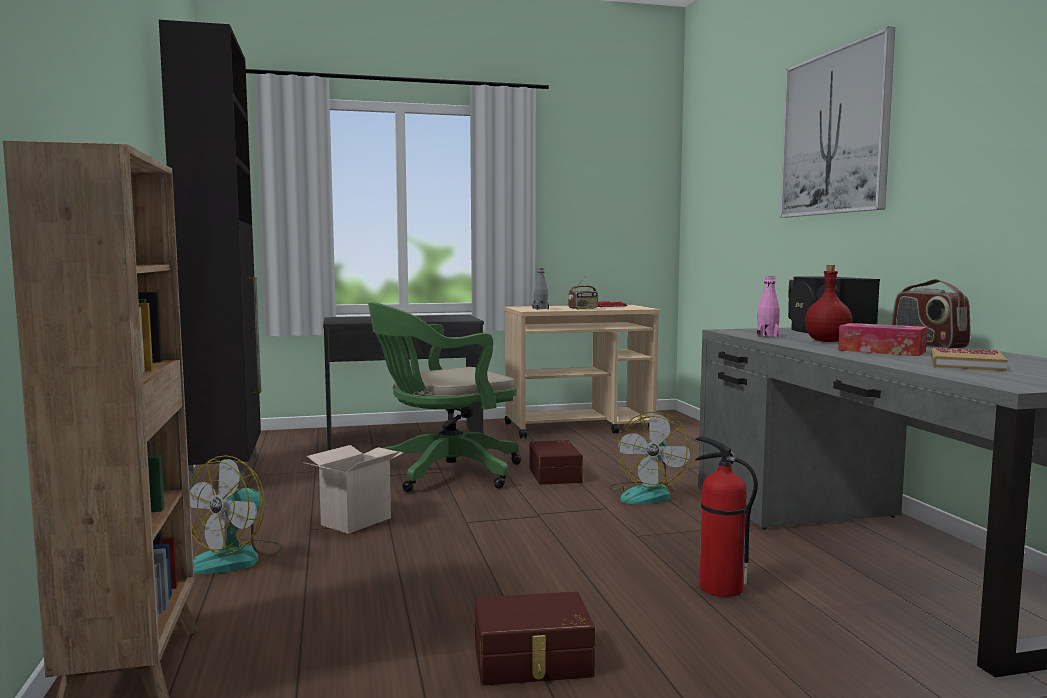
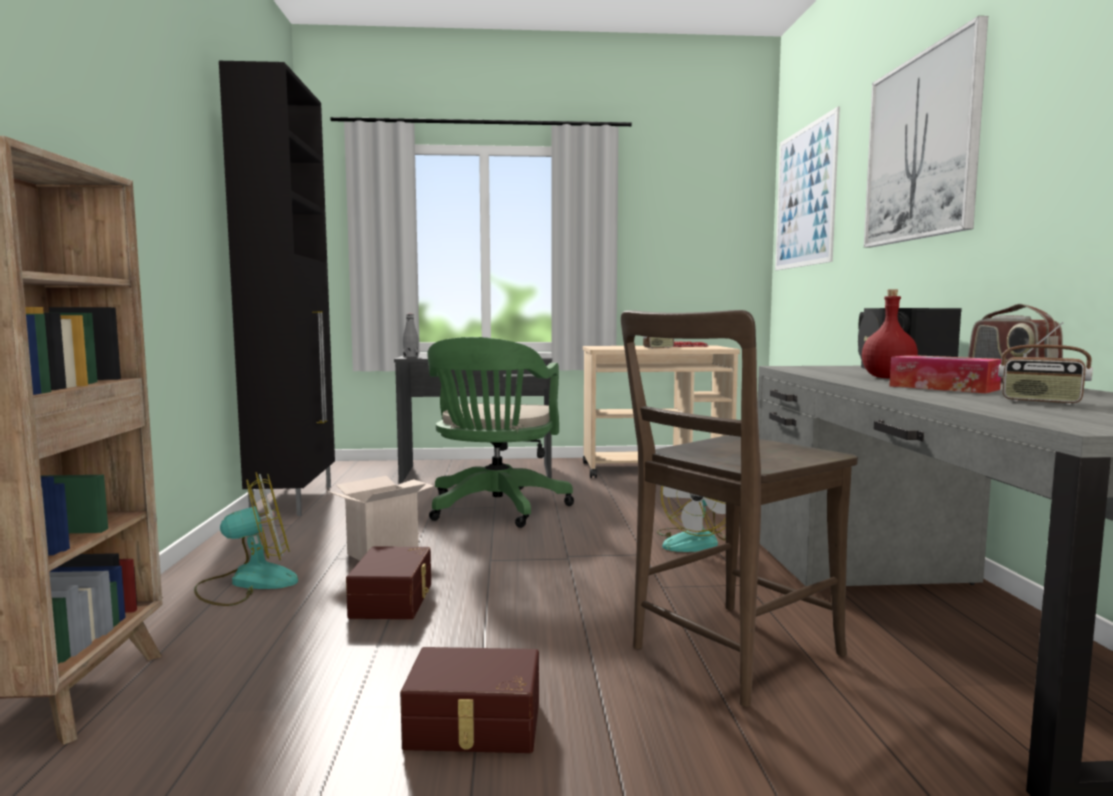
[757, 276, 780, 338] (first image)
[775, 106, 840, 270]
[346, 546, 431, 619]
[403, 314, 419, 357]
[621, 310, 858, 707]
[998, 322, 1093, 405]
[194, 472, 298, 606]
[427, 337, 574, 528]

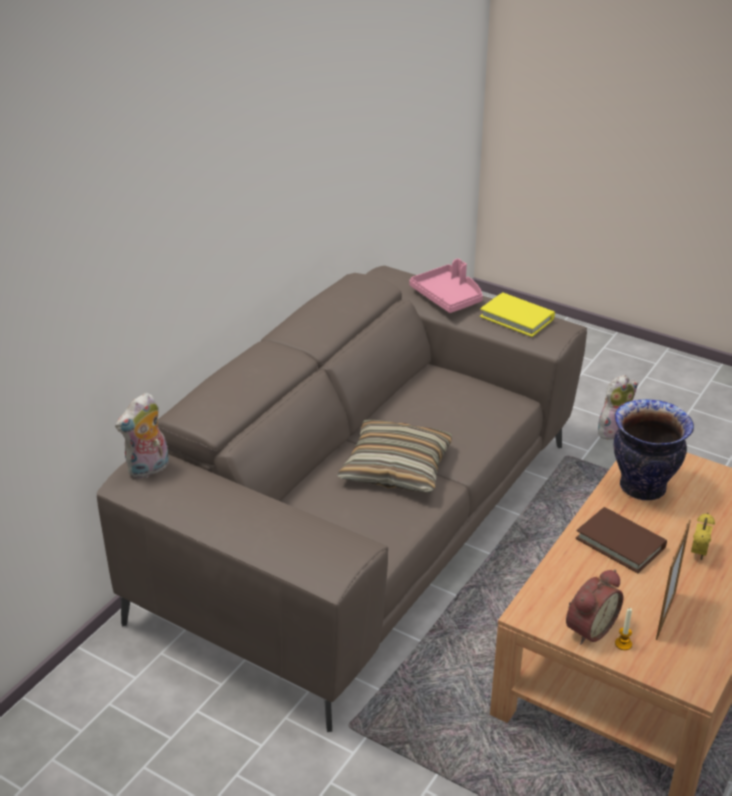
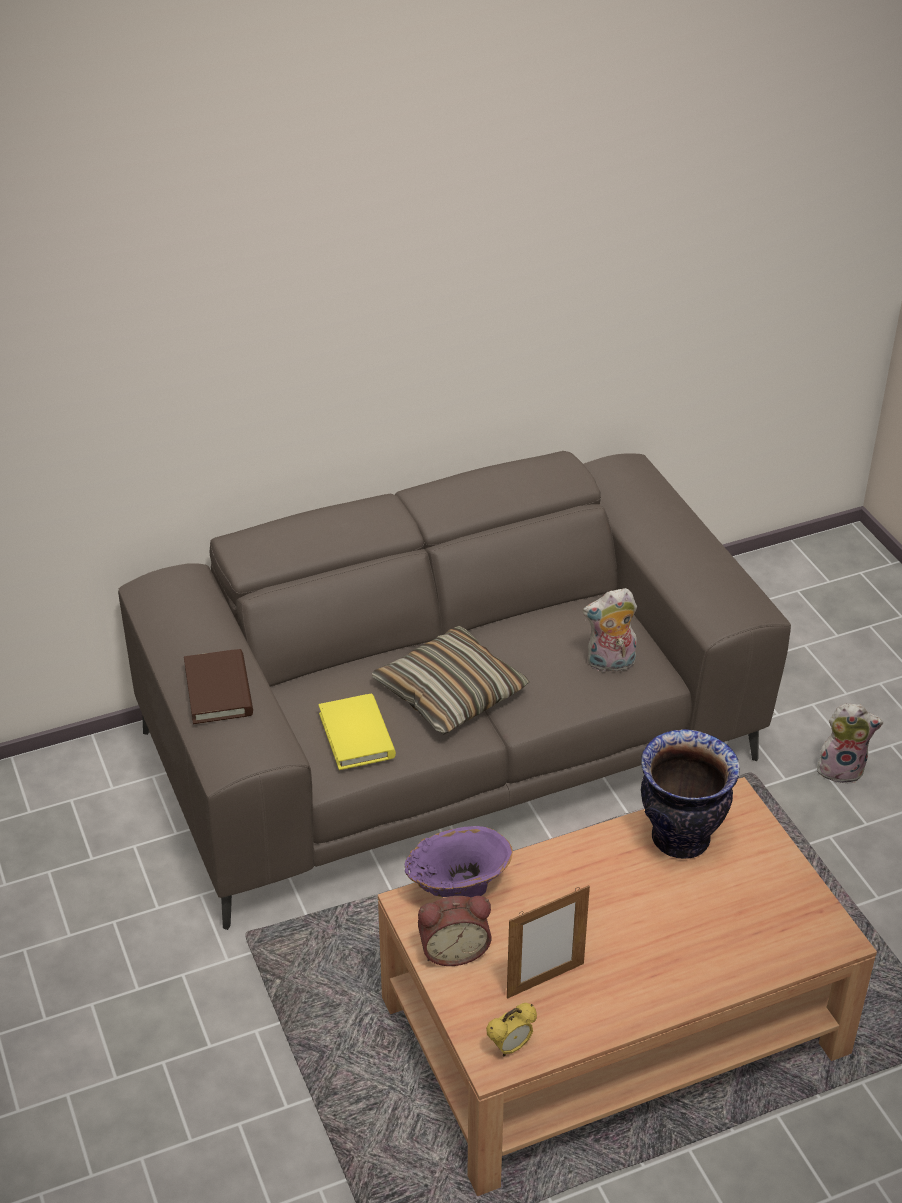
[409, 259, 483, 313] (first image)
[615, 608, 632, 650] (first image)
[405, 826, 513, 898]
[583, 588, 637, 672]
[318, 694, 396, 770]
[184, 649, 253, 724]
[486, 1003, 537, 1057]

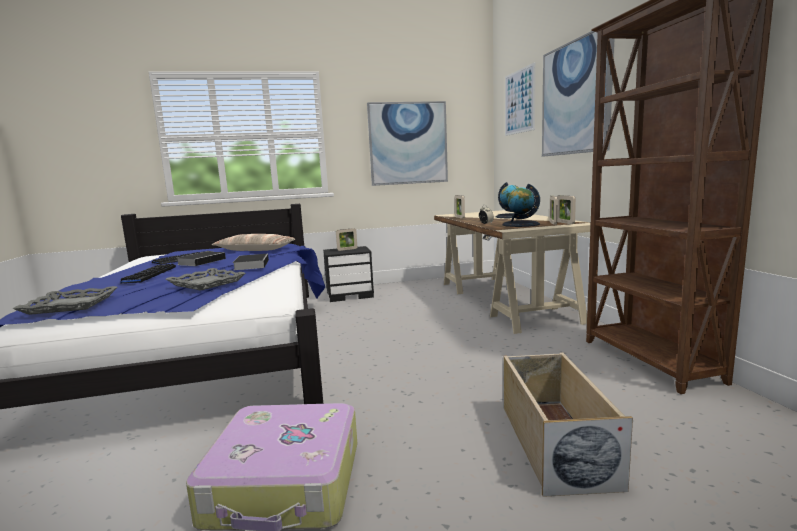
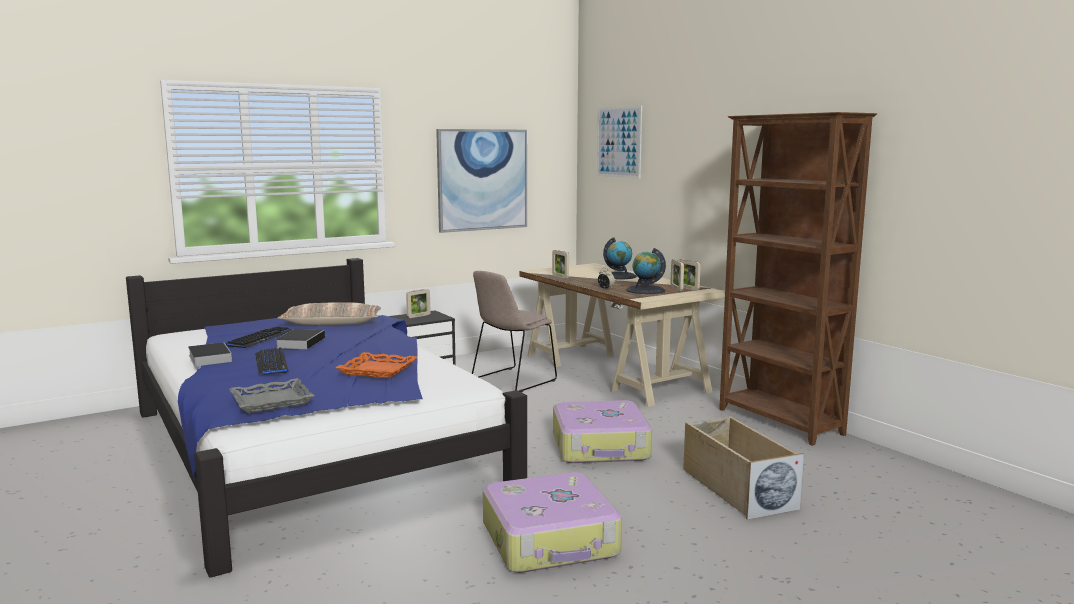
[542, 31, 614, 157] (first image)
[472, 271, 557, 392]
[553, 400, 652, 463]
[188, 342, 232, 366]
[336, 352, 418, 378]

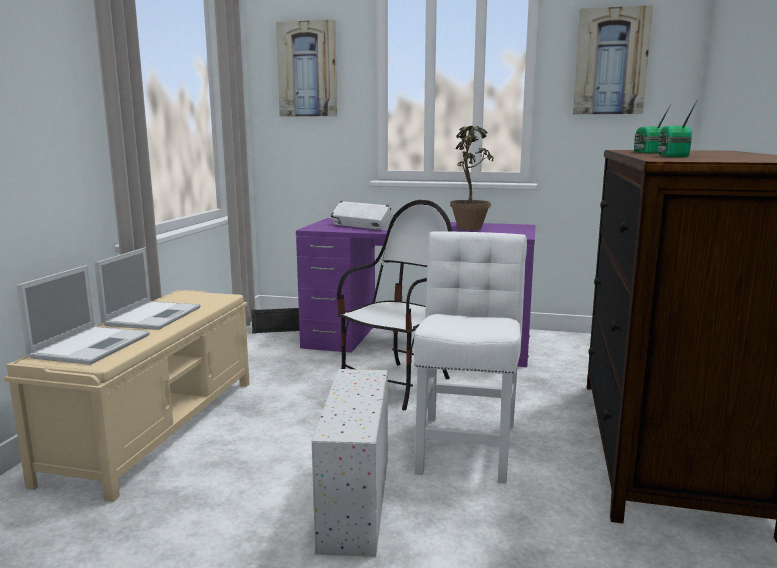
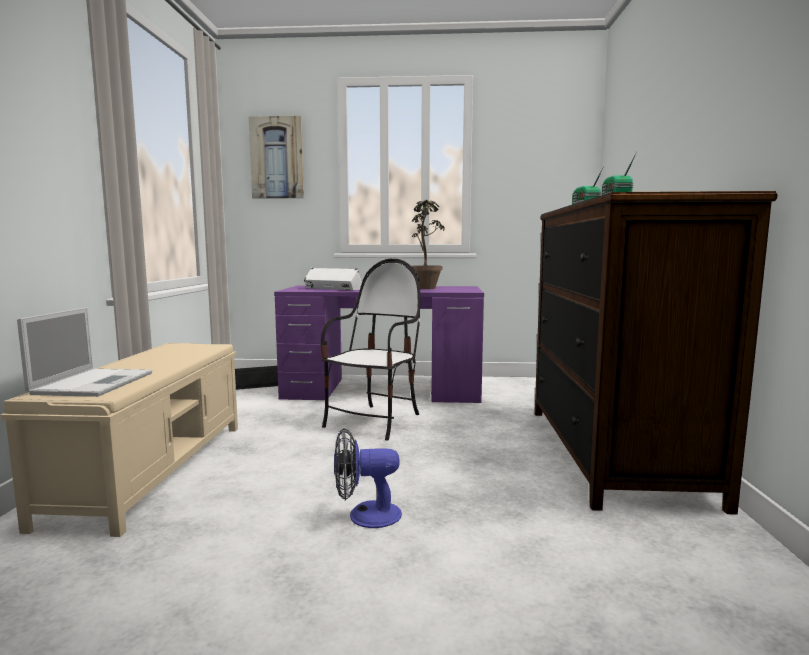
[94, 248, 201, 330] (first image)
[414, 232, 527, 484] (first image)
[573, 5, 653, 114] (first image)
[334, 428, 402, 528]

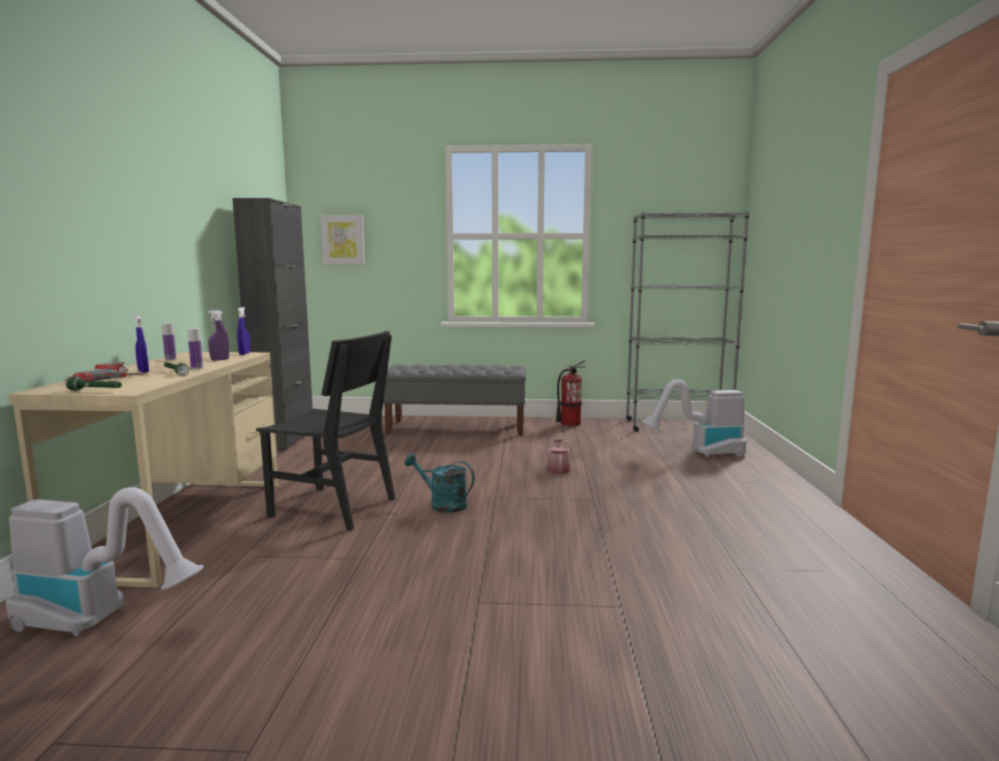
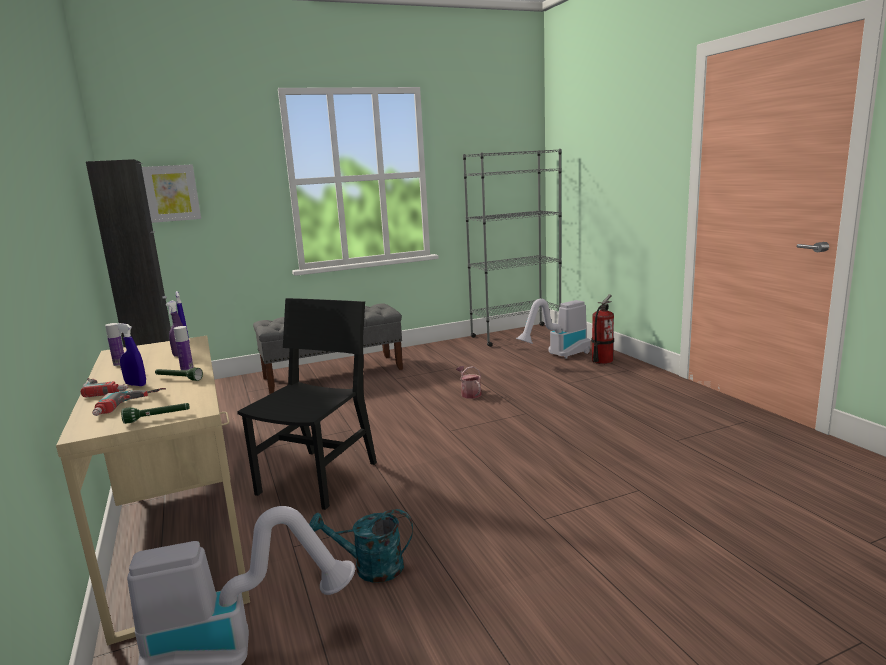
[309, 509, 413, 583]
[591, 294, 614, 364]
[237, 298, 377, 510]

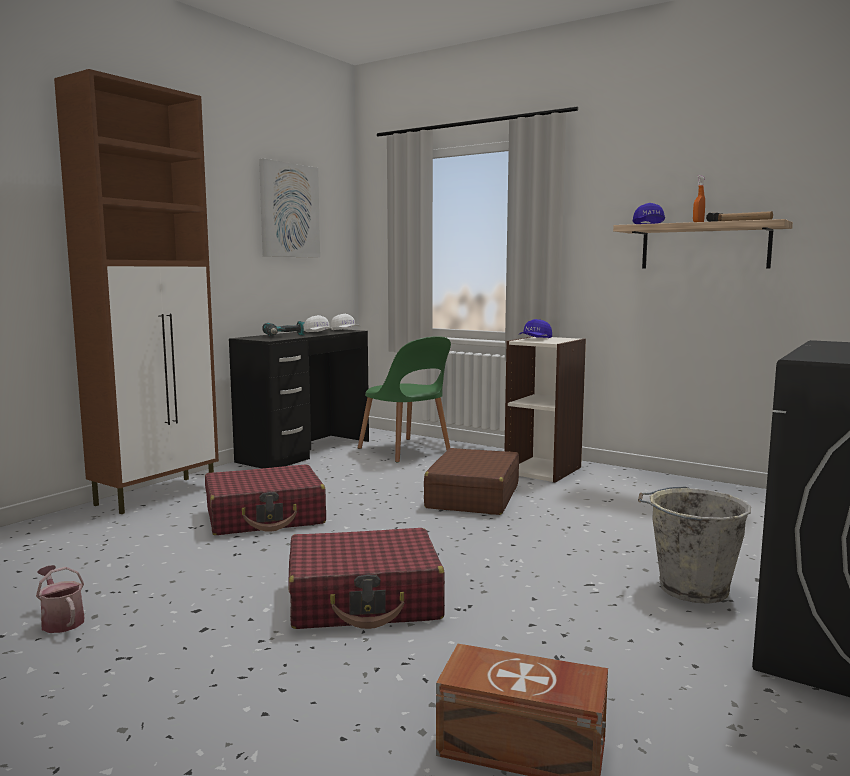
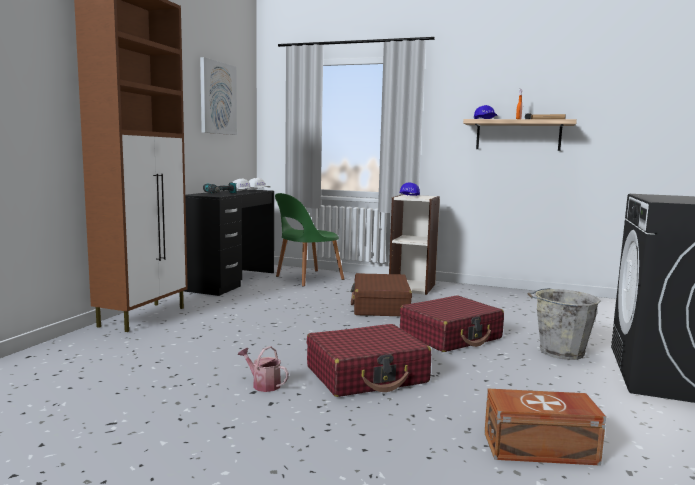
[238, 346, 289, 392]
[400, 296, 504, 352]
[275, 193, 345, 286]

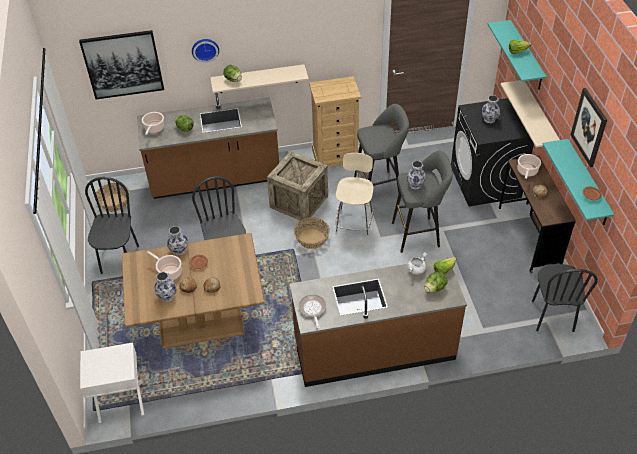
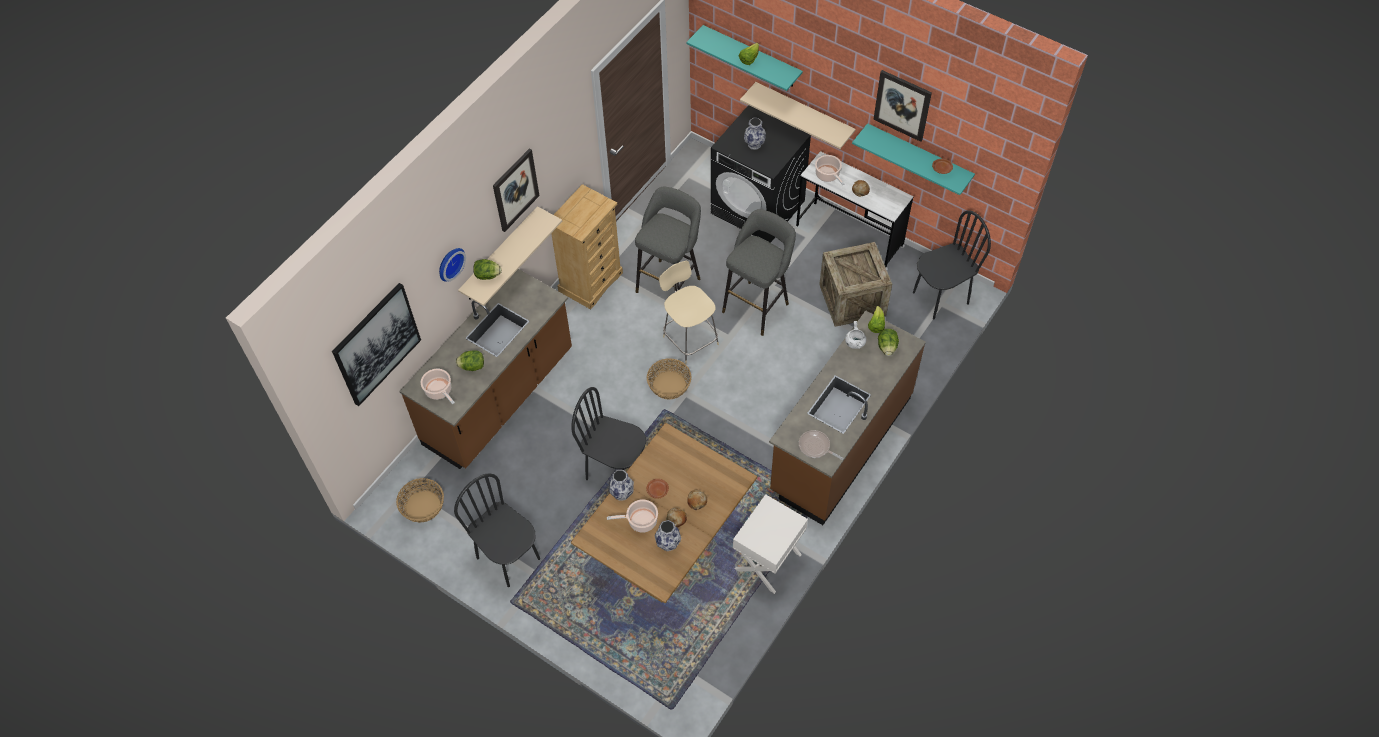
[406, 161, 426, 190] (first image)
[493, 149, 540, 232]
[733, 494, 808, 594]
[819, 242, 892, 327]
[796, 151, 913, 270]
[913, 211, 991, 319]

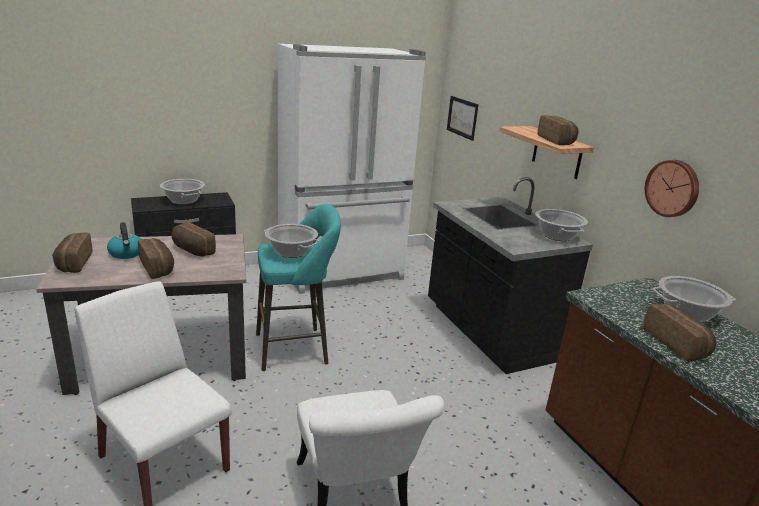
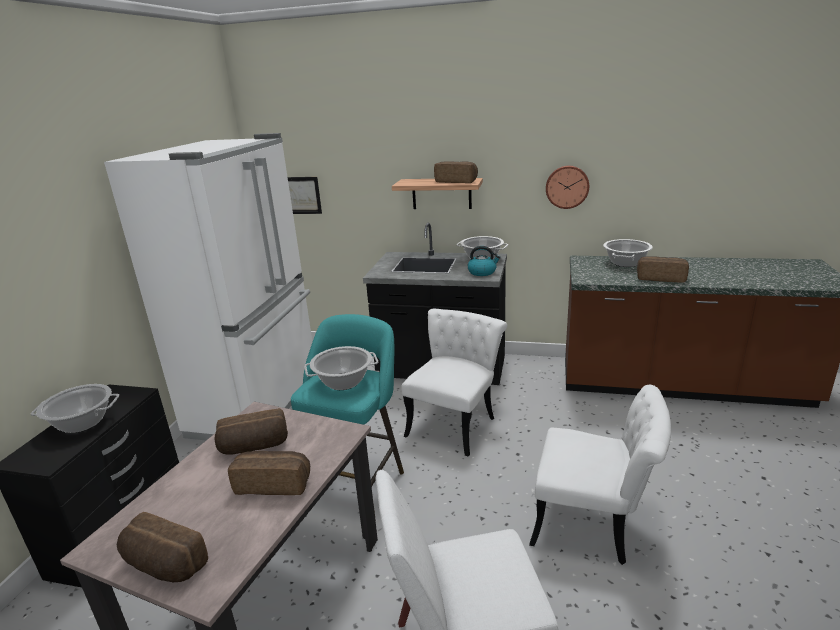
[401, 309, 507, 457]
[468, 246, 501, 276]

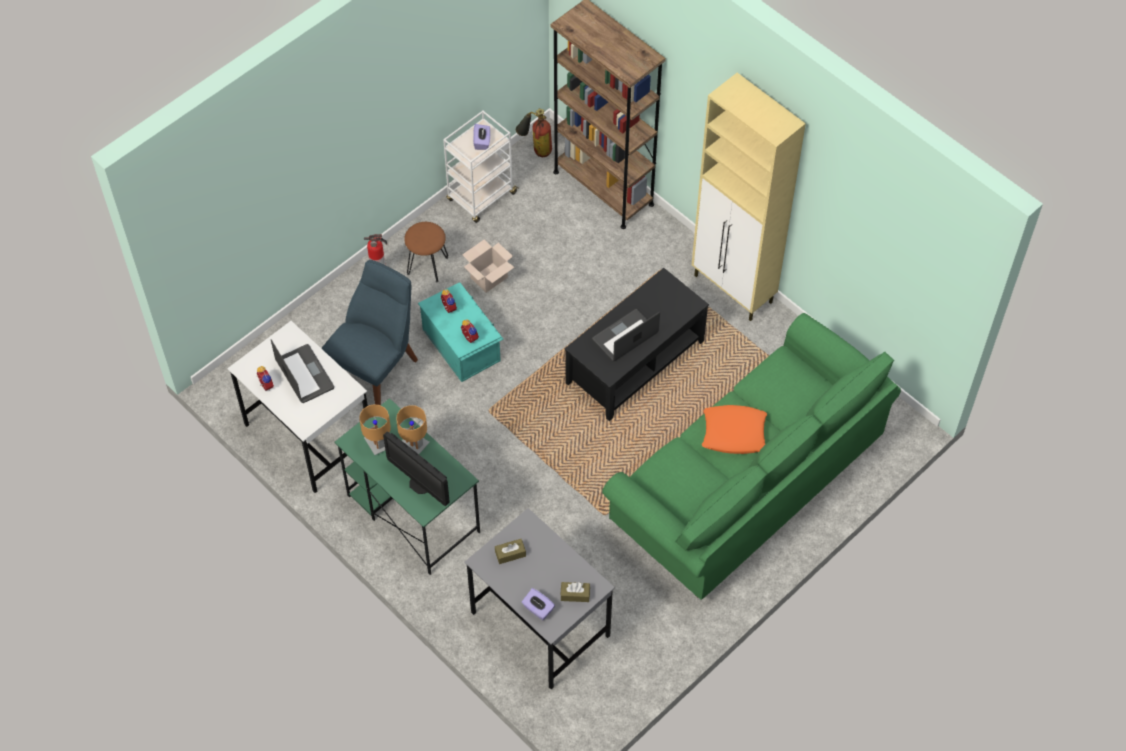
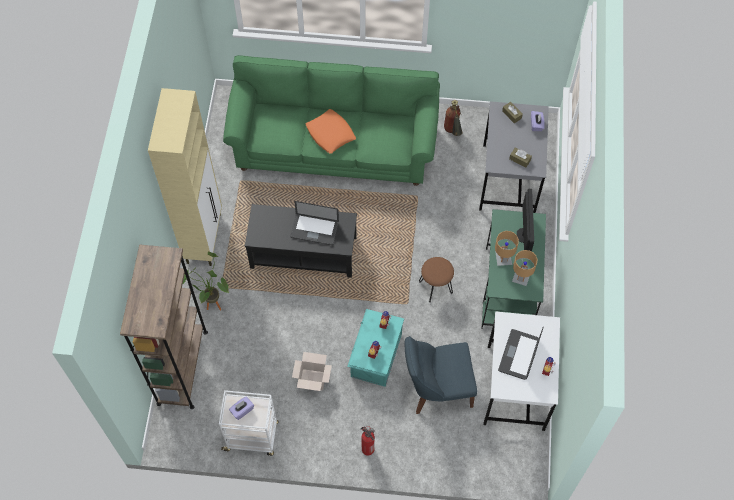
[183, 251, 229, 310]
[419, 257, 454, 303]
[444, 100, 463, 136]

